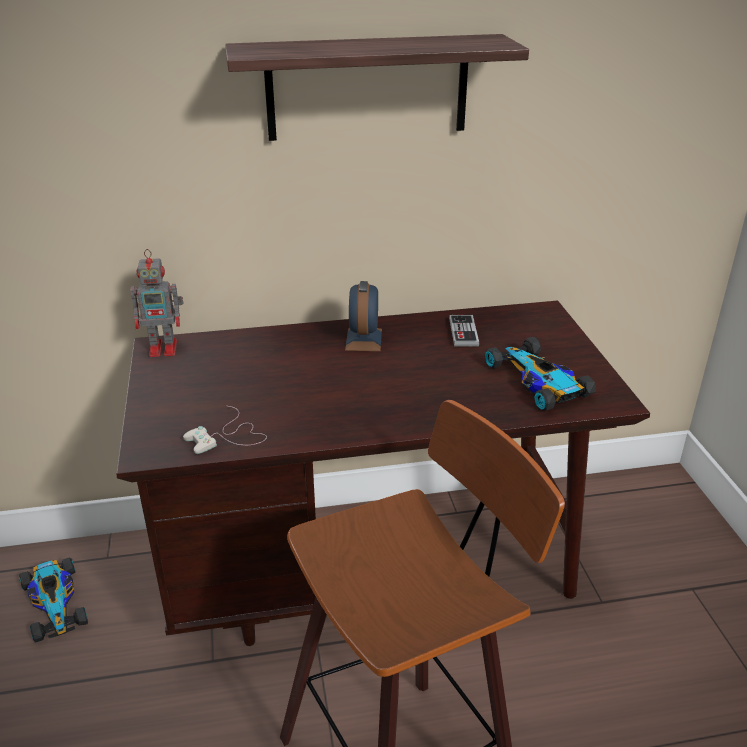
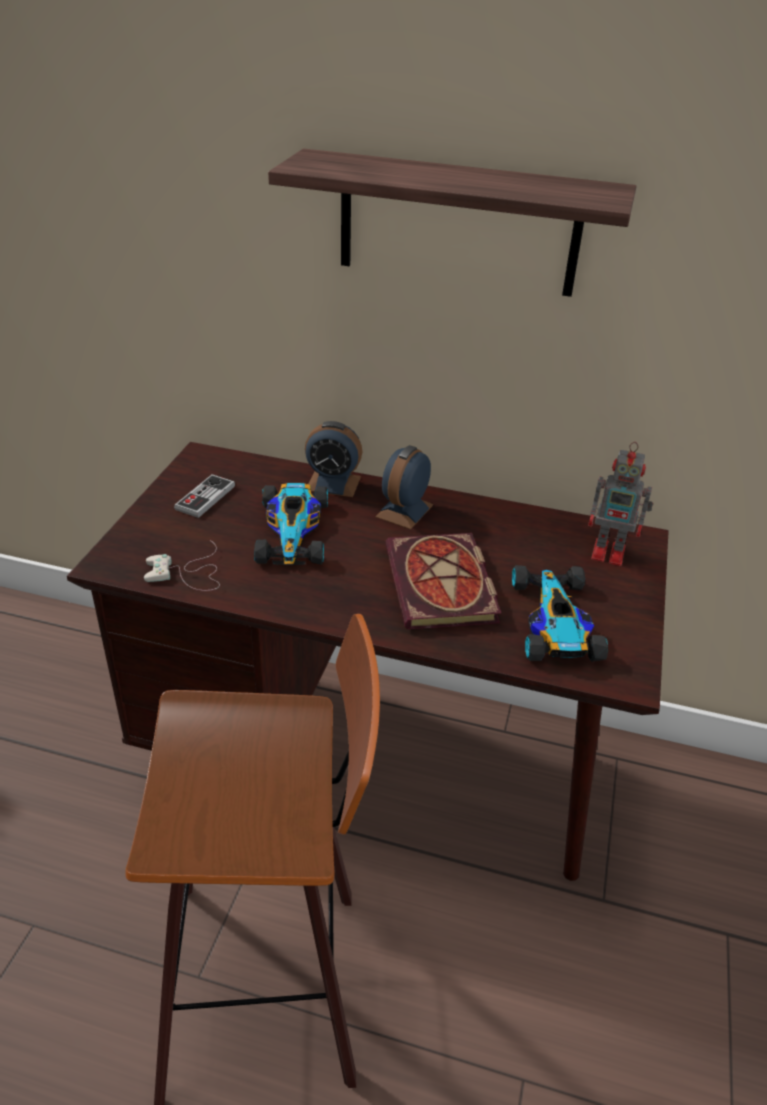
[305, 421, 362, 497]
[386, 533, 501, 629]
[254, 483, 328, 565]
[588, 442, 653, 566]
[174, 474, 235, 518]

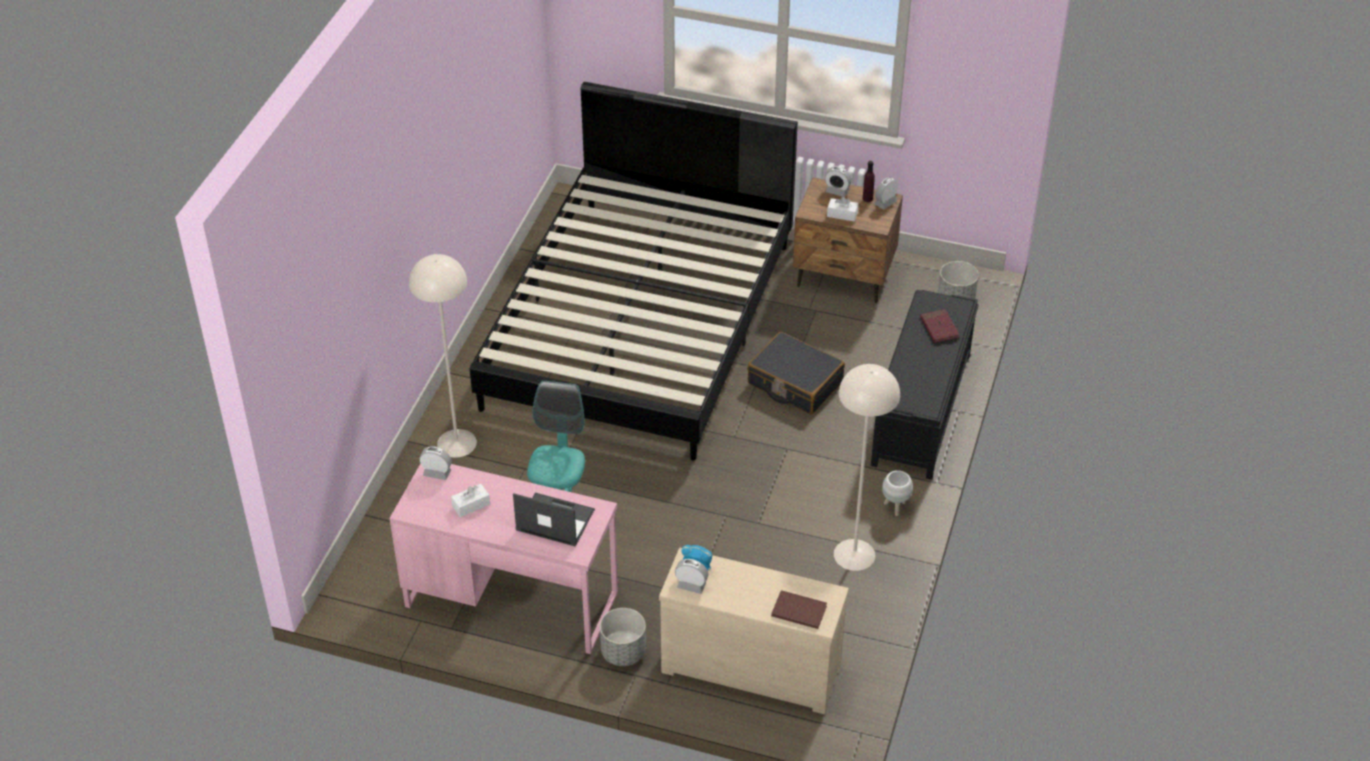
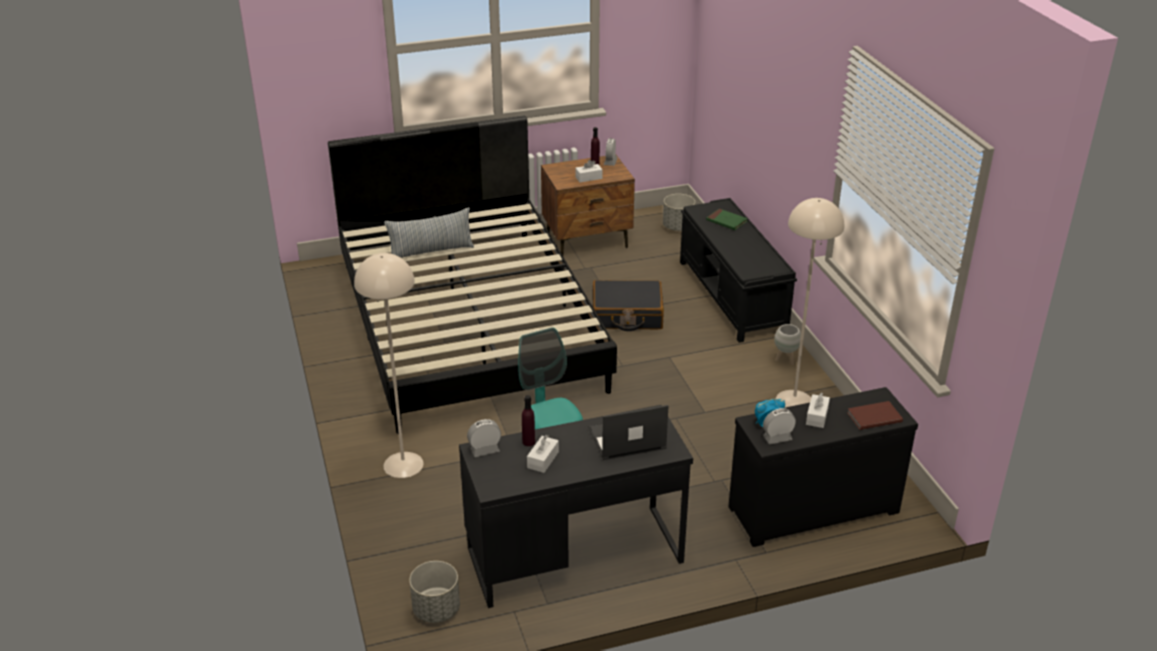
[825, 166, 852, 197] (first image)
[384, 208, 474, 258]
[522, 395, 535, 446]
[806, 392, 830, 428]
[409, 561, 460, 623]
[459, 405, 693, 608]
[728, 387, 918, 547]
[706, 209, 748, 230]

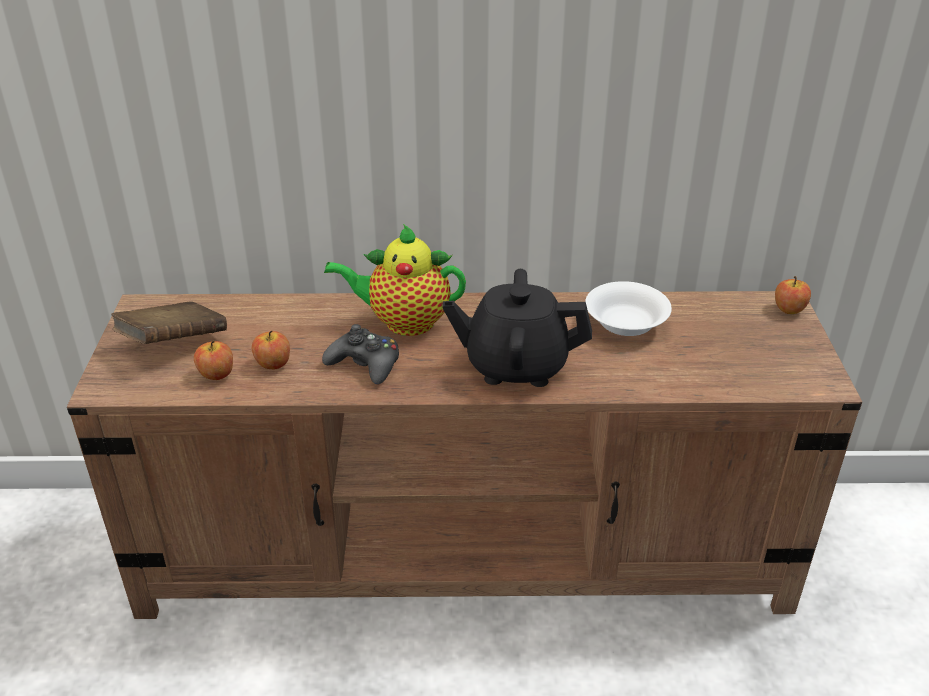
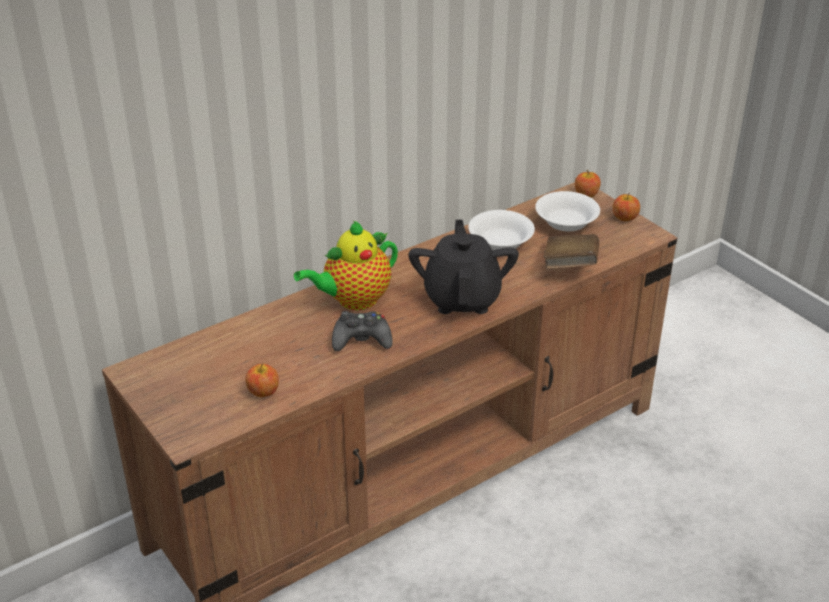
[535, 191, 600, 231]
[544, 234, 599, 269]
[613, 192, 640, 221]
[408, 220, 519, 314]

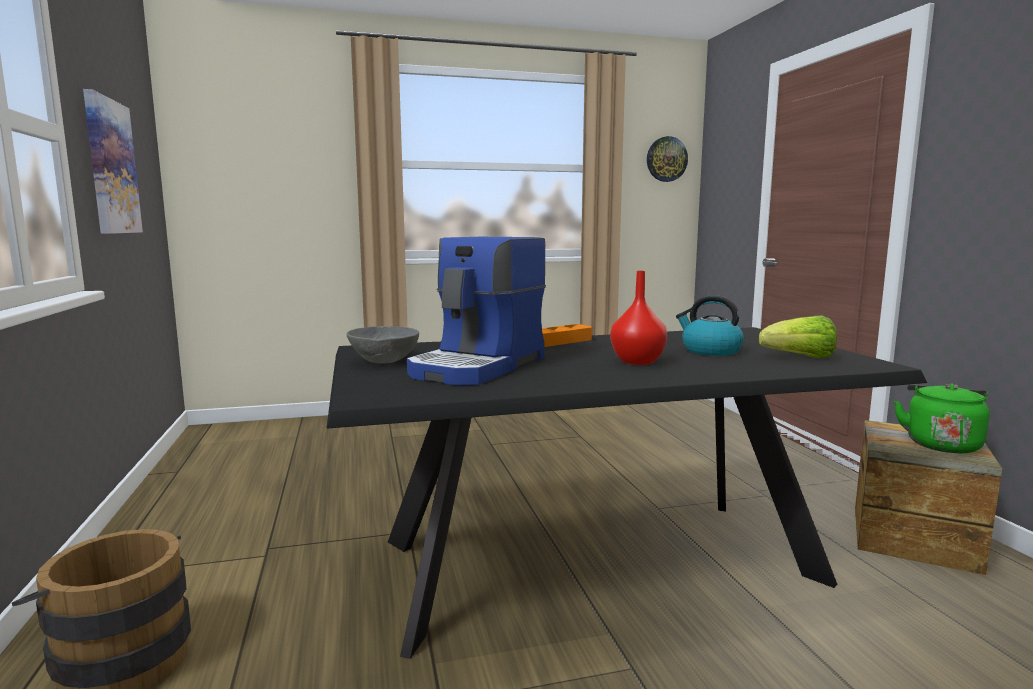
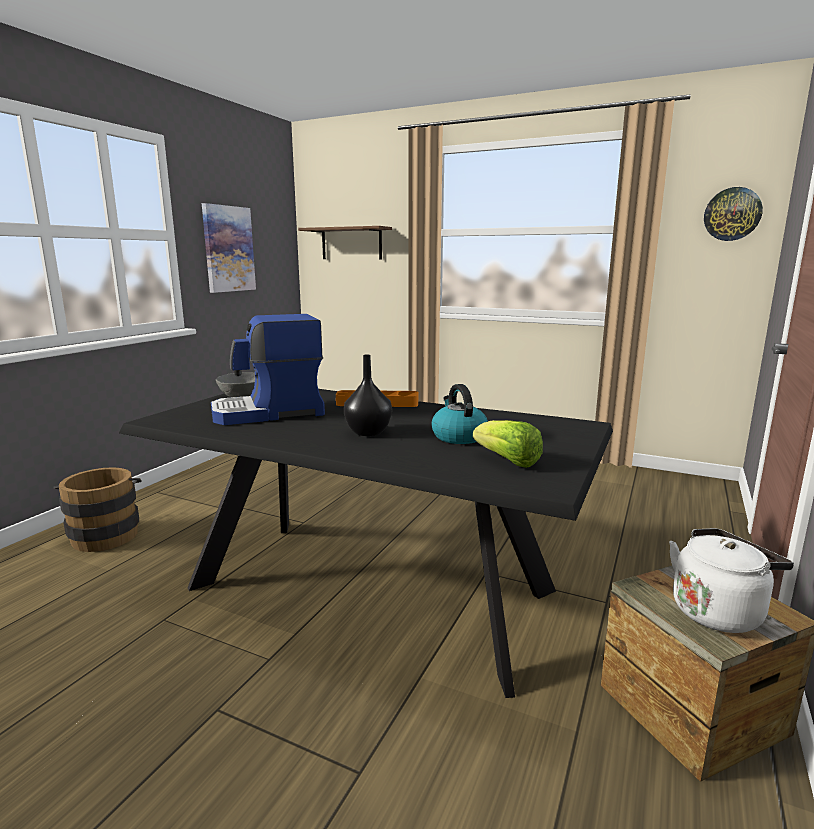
[298, 226, 392, 259]
[344, 355, 392, 436]
[669, 528, 794, 633]

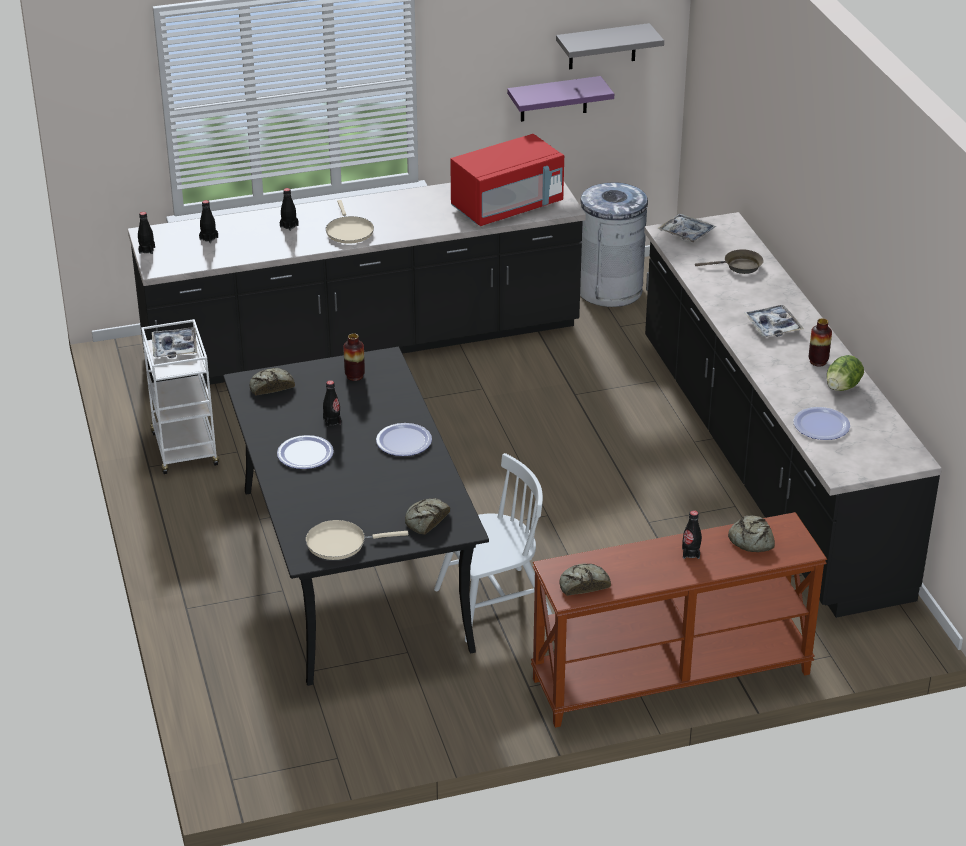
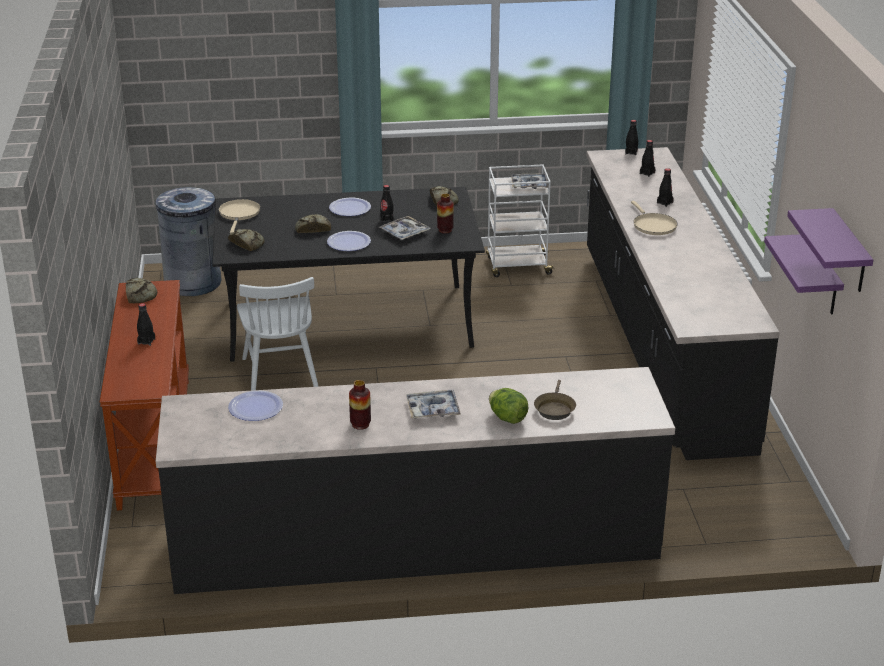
[450, 134, 564, 226] (first image)
[155, 187, 221, 296]
[380, 216, 430, 240]
[295, 214, 331, 233]
[489, 388, 528, 424]
[787, 208, 873, 292]
[631, 201, 678, 235]

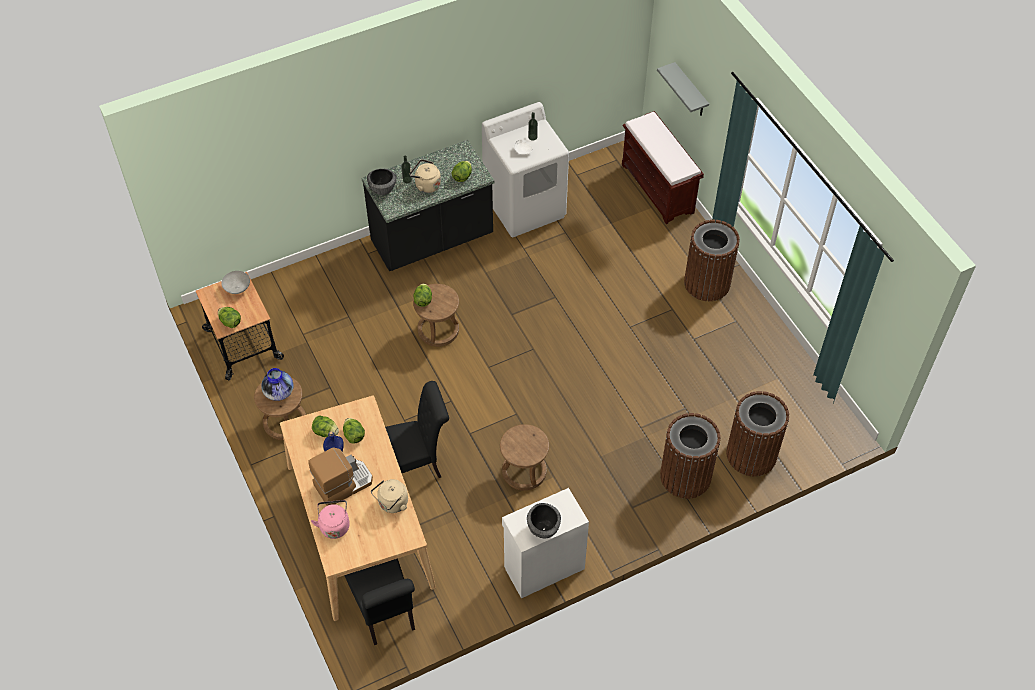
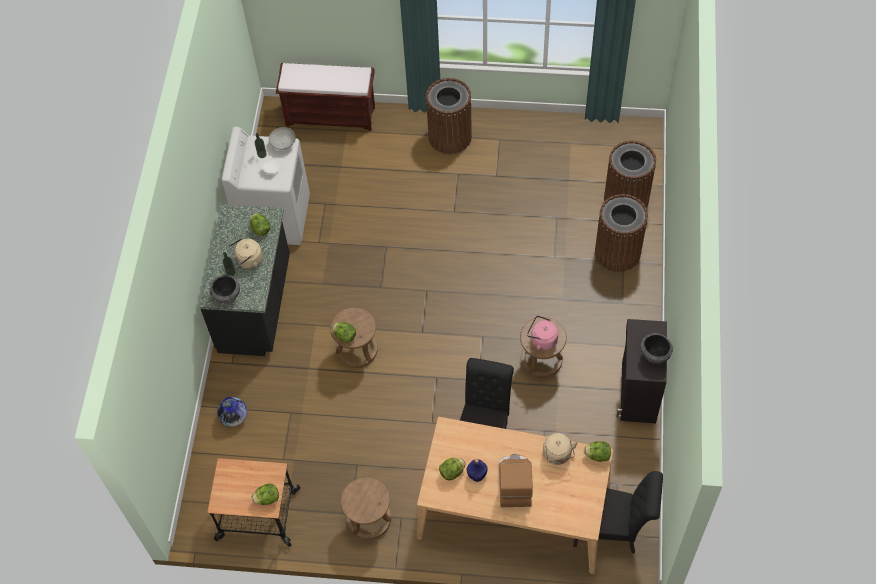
[657, 62, 709, 116] (first image)
[269, 127, 296, 150]
[217, 397, 248, 427]
[527, 316, 558, 350]
[584, 441, 611, 462]
[617, 319, 667, 423]

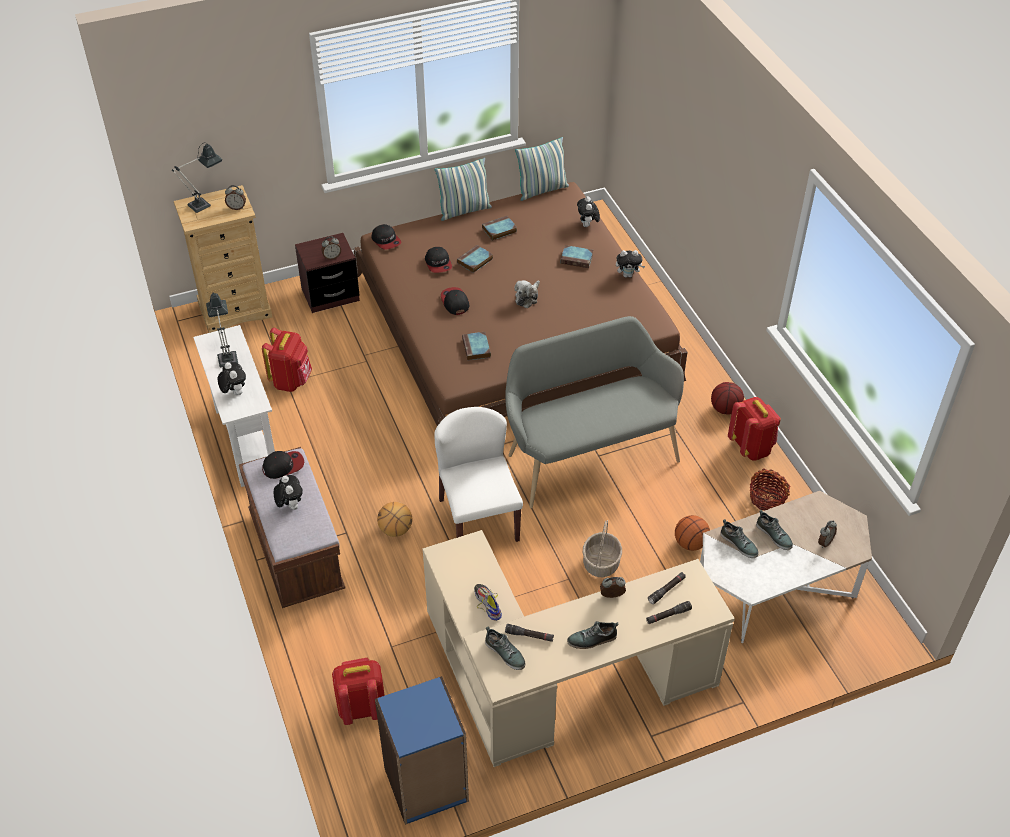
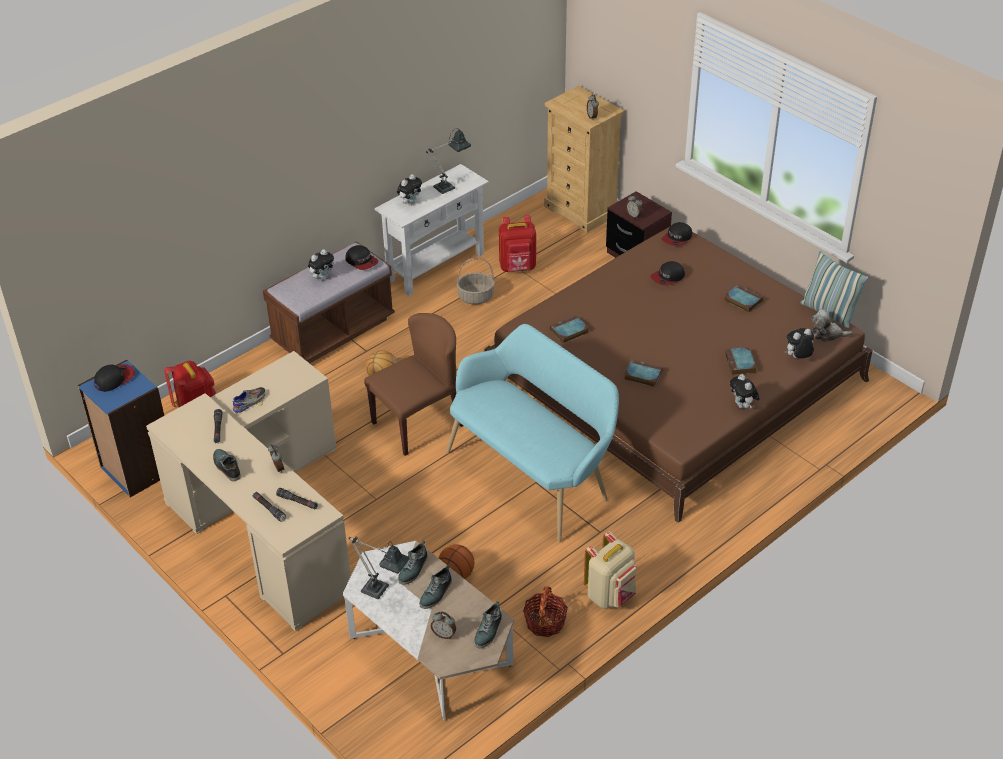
[435, 158, 492, 221] (first image)
[711, 382, 744, 415] (first image)
[348, 536, 409, 599]
[94, 364, 135, 392]
[624, 359, 663, 387]
[474, 601, 502, 648]
[812, 310, 853, 342]
[457, 258, 495, 305]
[364, 313, 463, 456]
[446, 324, 619, 543]
[584, 532, 636, 609]

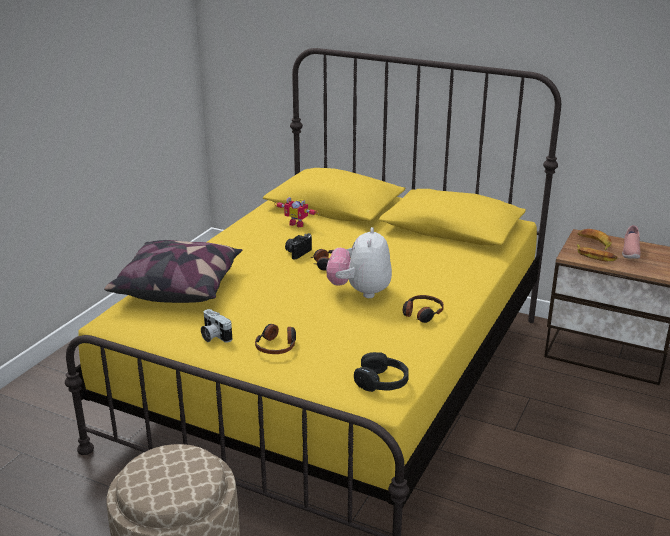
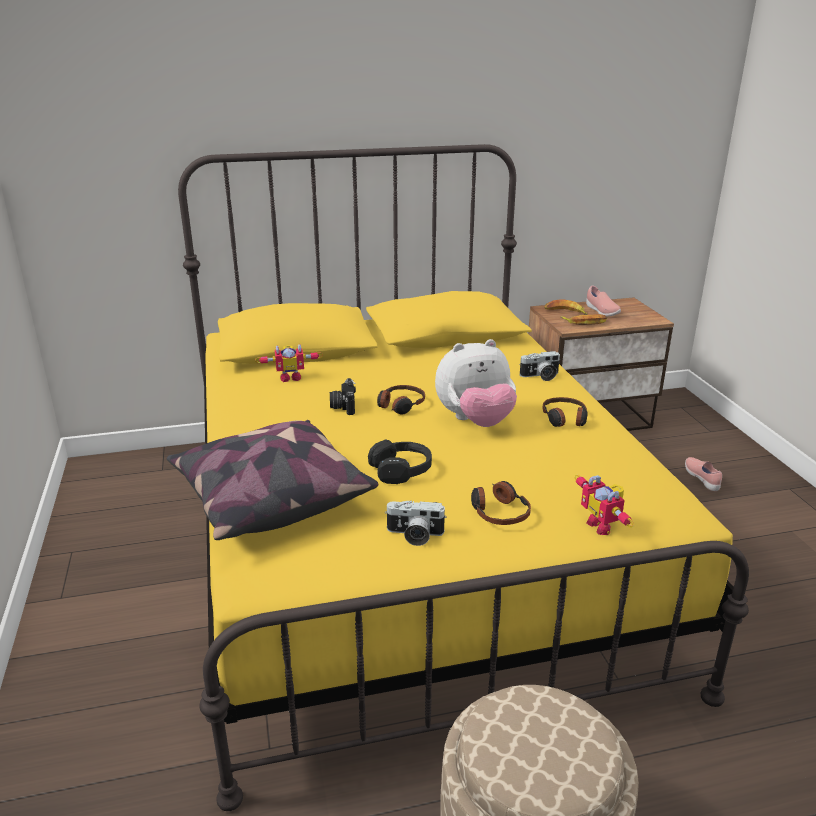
[519, 351, 560, 381]
[575, 475, 634, 535]
[685, 457, 722, 491]
[368, 439, 432, 484]
[435, 339, 517, 427]

